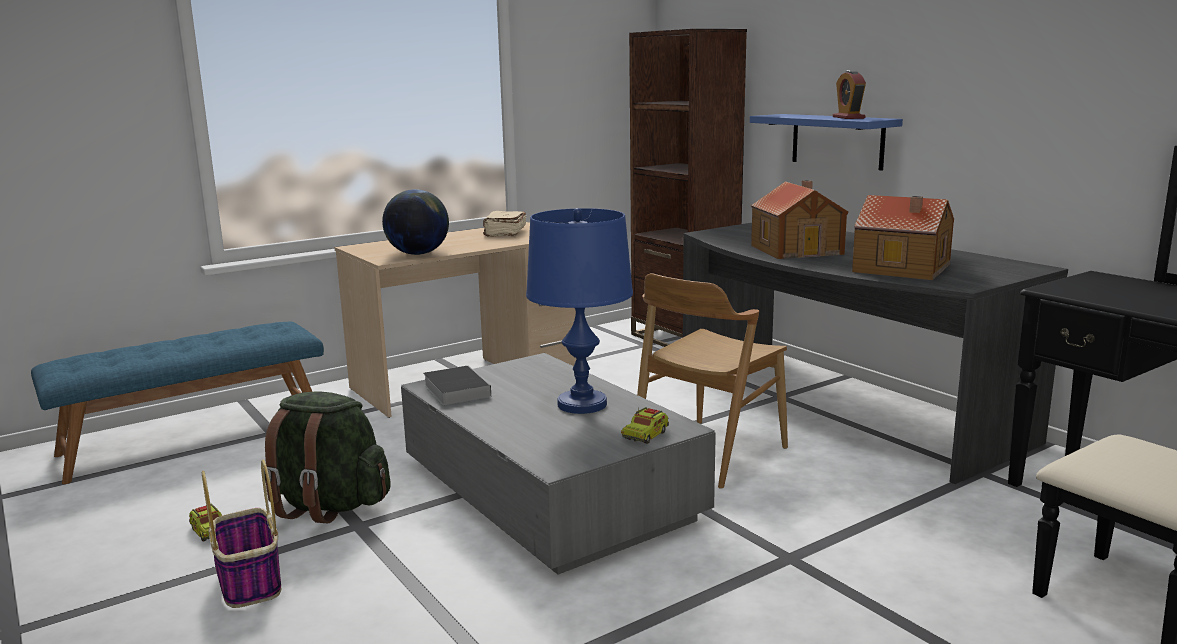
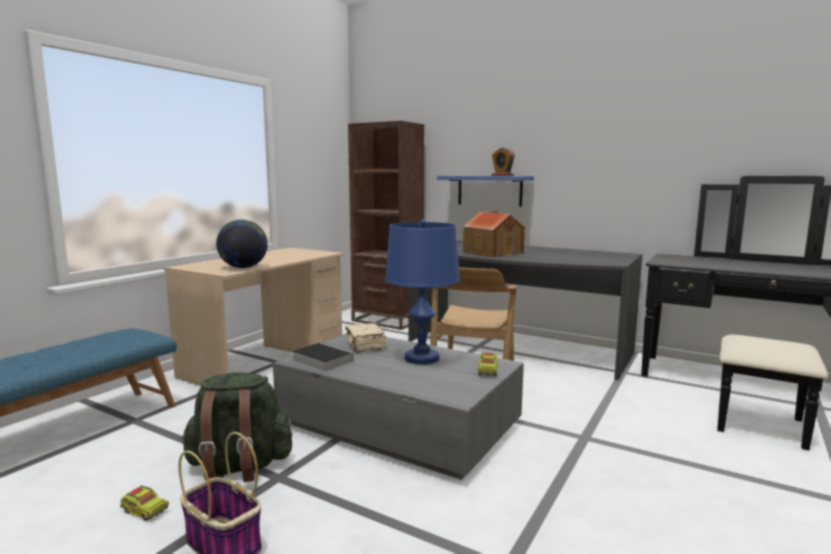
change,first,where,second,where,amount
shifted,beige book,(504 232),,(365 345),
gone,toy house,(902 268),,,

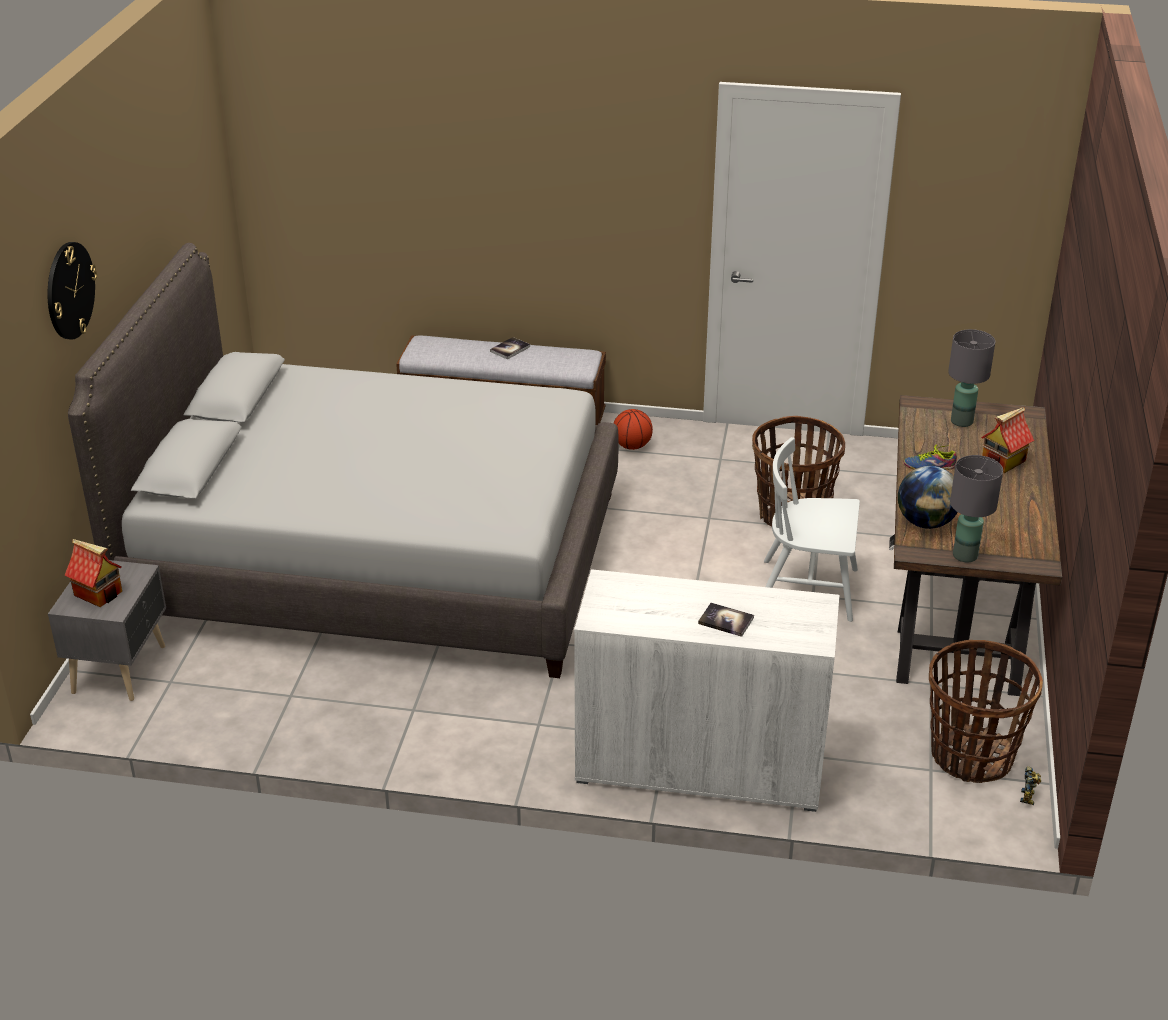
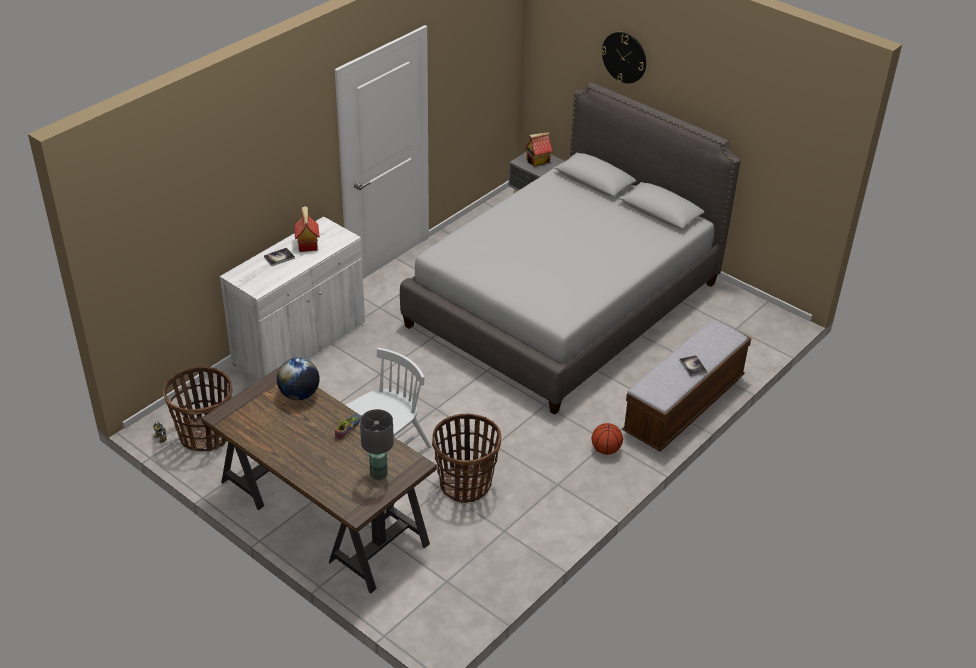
change,first,where,second,where,amount
shifted,toy house,(1003 461),,(307 244),
gone,grey table lamp,(965 555),,,

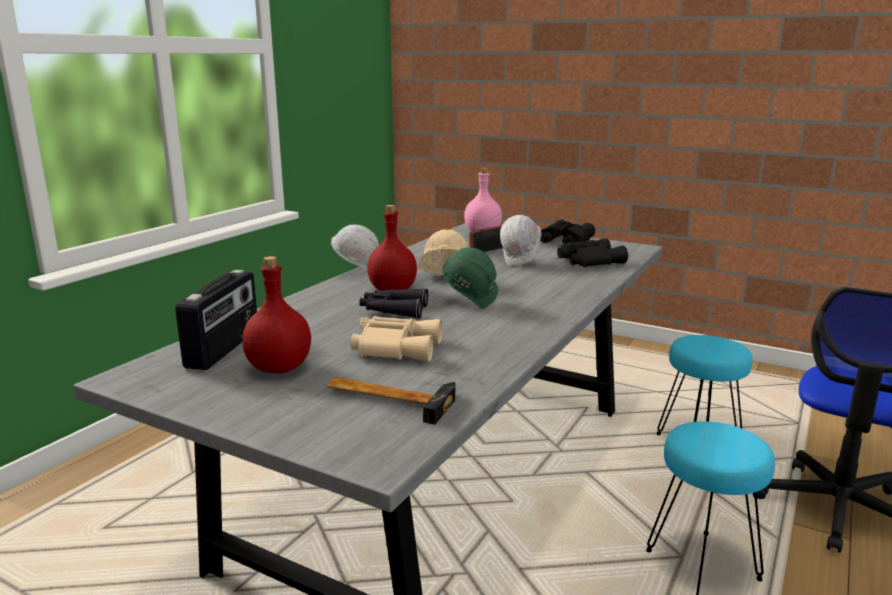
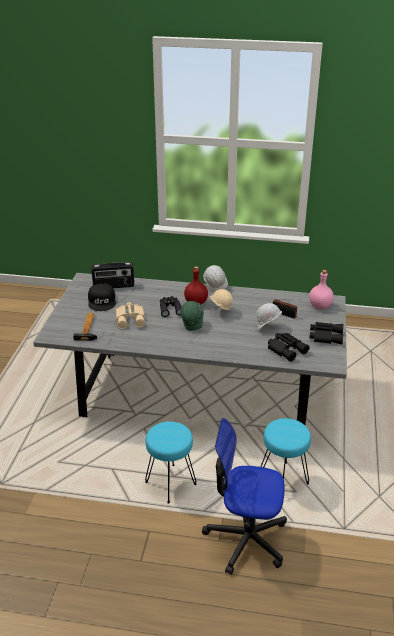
change,first,where,second,where,amount
swapped,red bottle,(278 368),black cap,(102 301),

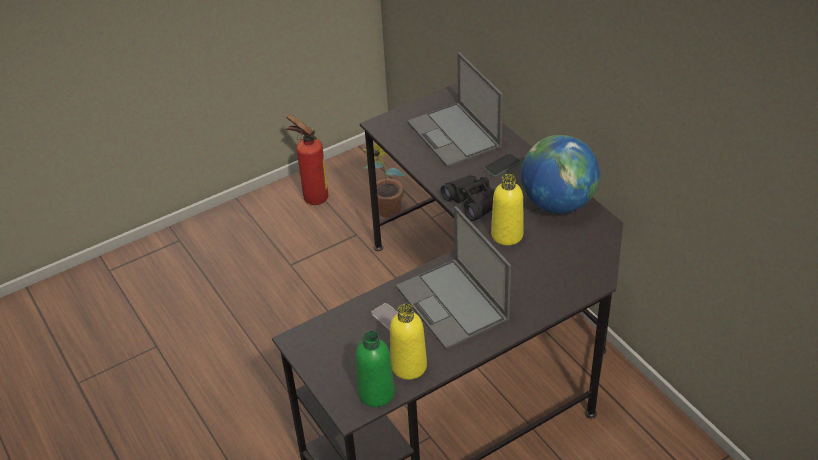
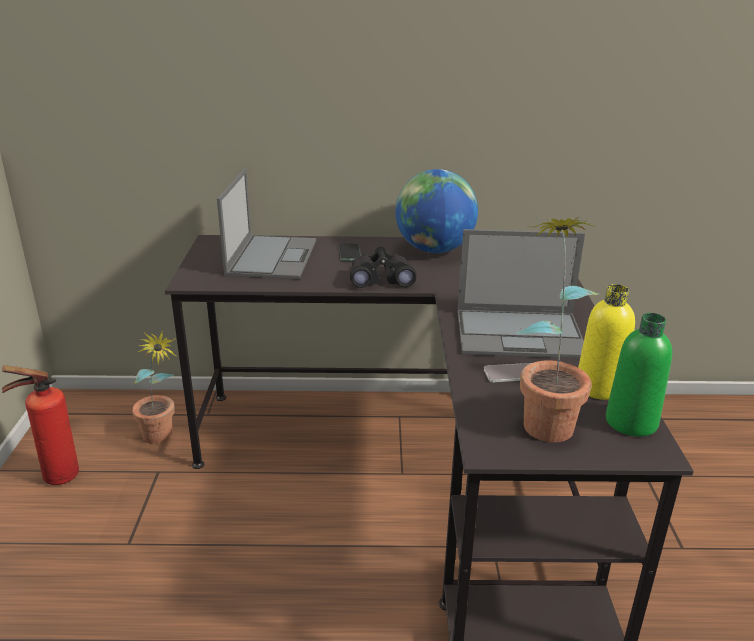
change,first,where,second,where,amount
rotated,laptop,(455 135),,(272 257),90 degrees counterclockwise
new,,,potted plant,(545 417),
gone,yellow bottle,(507 235),,,

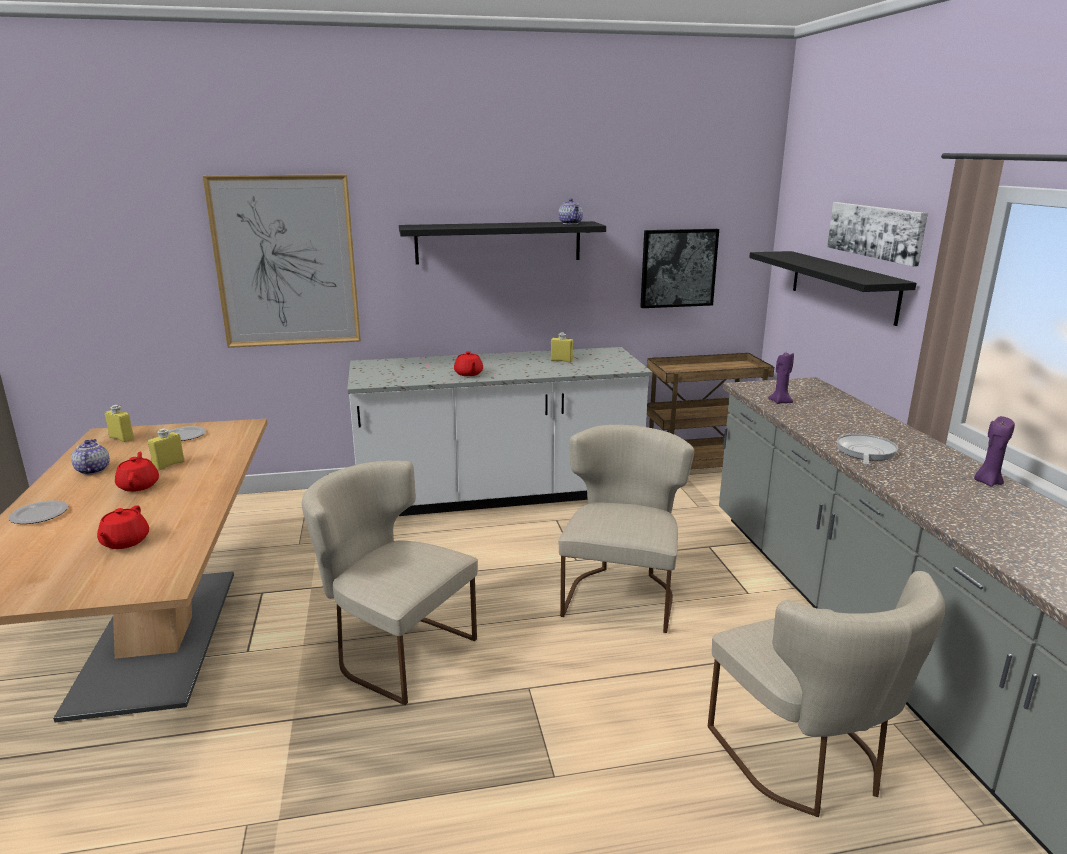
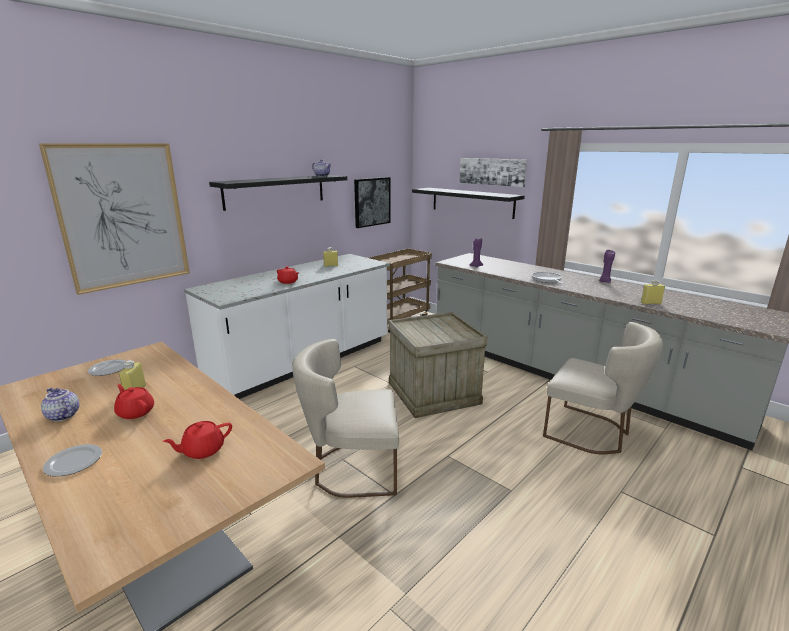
change,first,where,second,where,amount
rotated,red teapot,(124 542),,(202 450),90 degrees clockwise
swapped,beige chair,(621 594),crate,(434 392),
shifted,yellow bottle,(121 438),,(650 303),

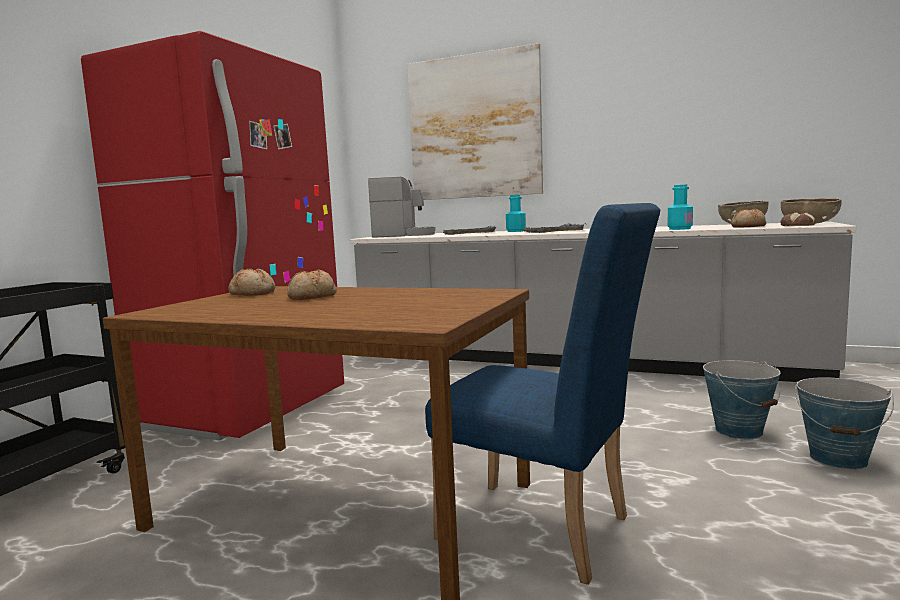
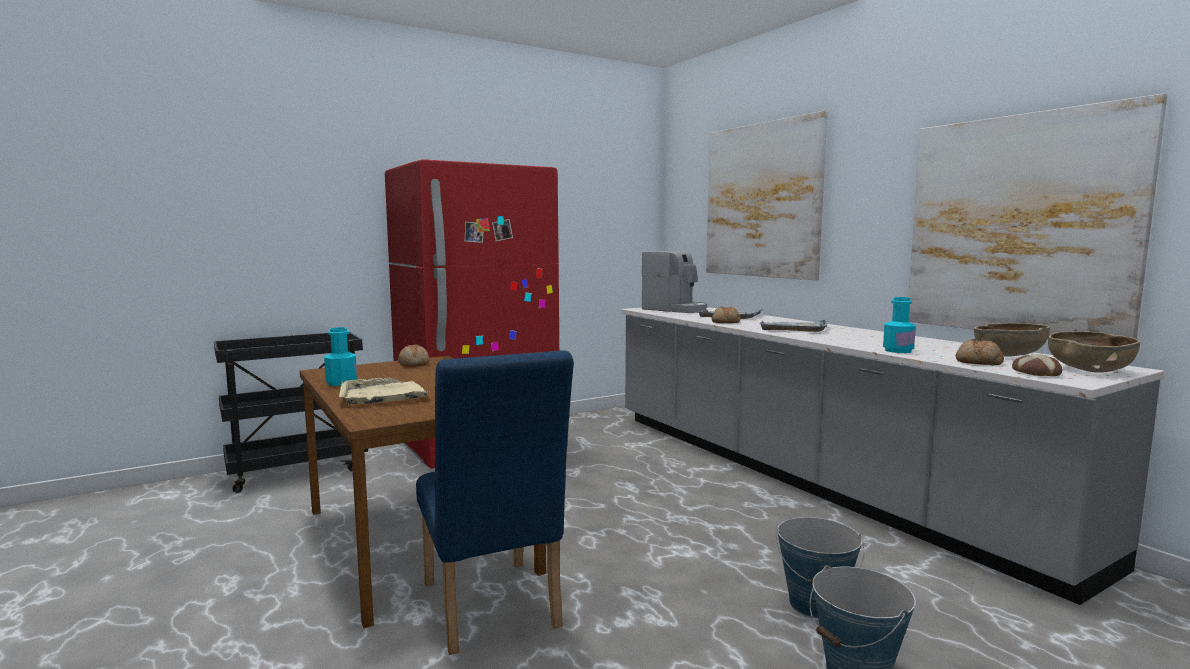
change,first,where,second,where,amount
shifted,turquoise bottle,(516 231),,(341 383),
new,,,beige tray,(383 395),
shifted,bread,(312 297),,(725 322),
new,,,picture,(1018 226),

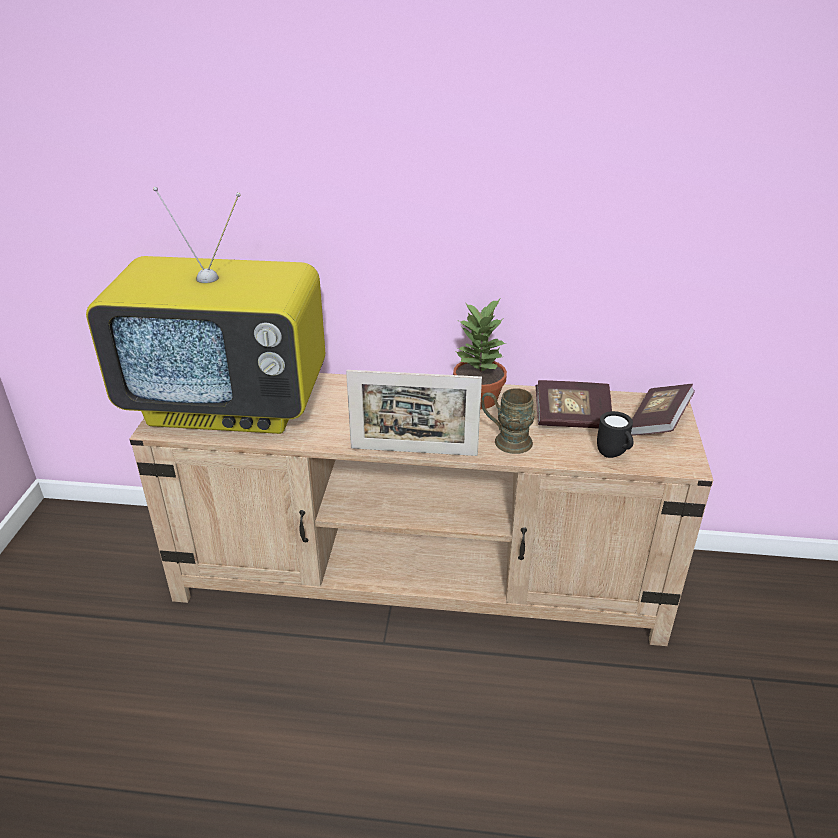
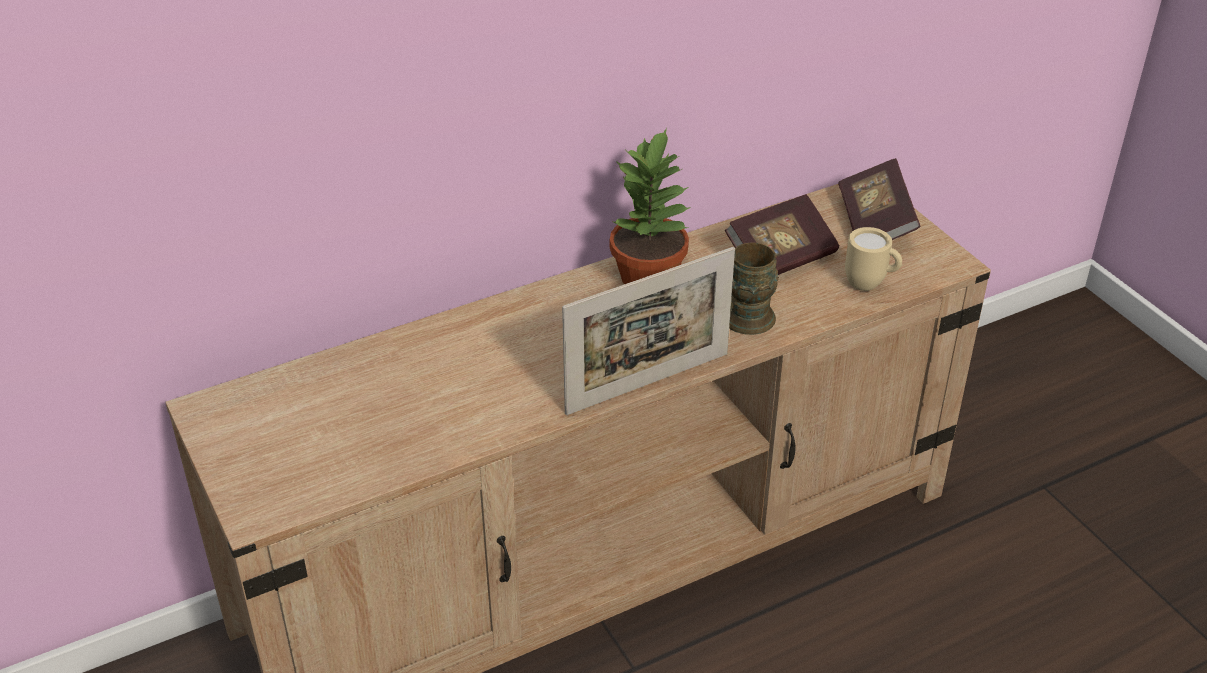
change,first,where,second,where,amount
repainted,black mug,(614 455),beige mug,(870 284),
gone,television,(230 405),,,

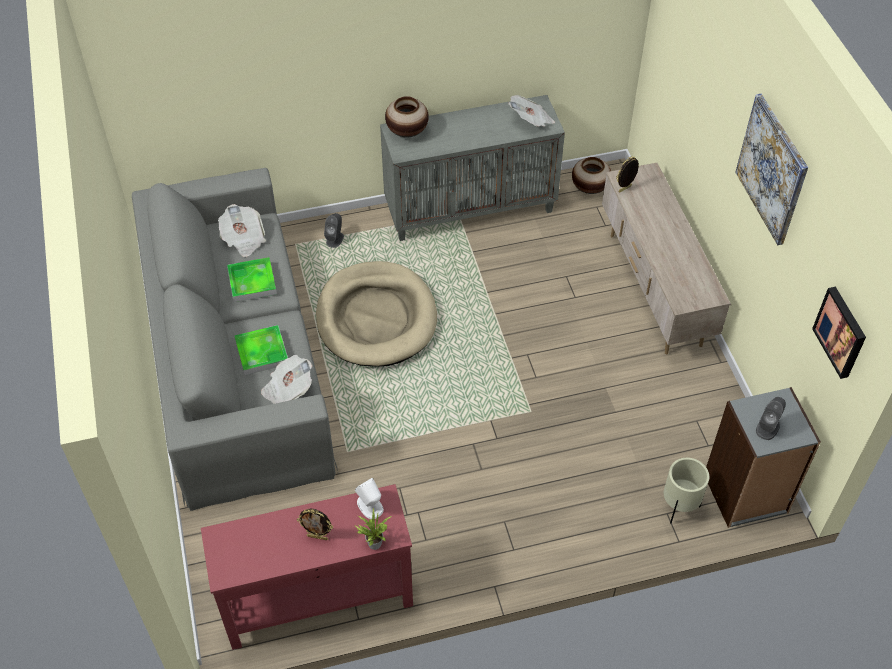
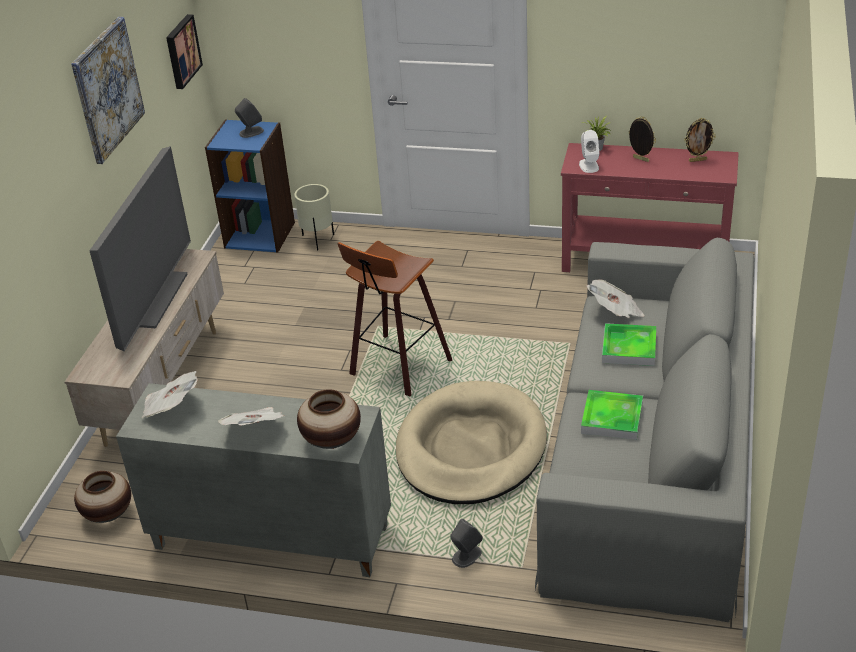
change,first,where,second,where,amount
new,,,television,(151 298),
repainted,grey bookcase,(745 494),blue bookcase,(260 234),
shifted,newspaper,(243 239),,(255 429),
new,,,stool,(397 368),
shifted,picture frame,(625 189),,(697 160),

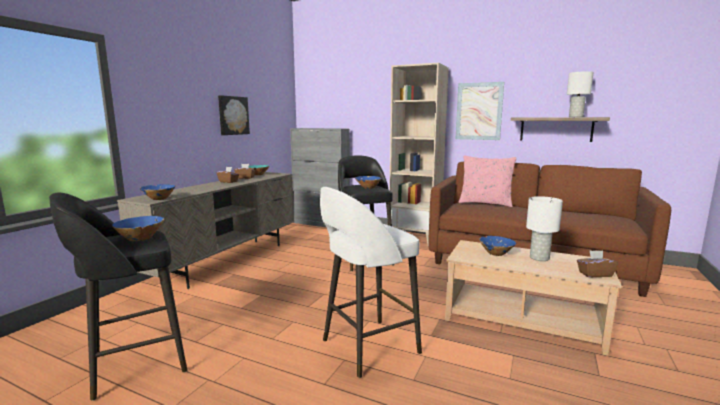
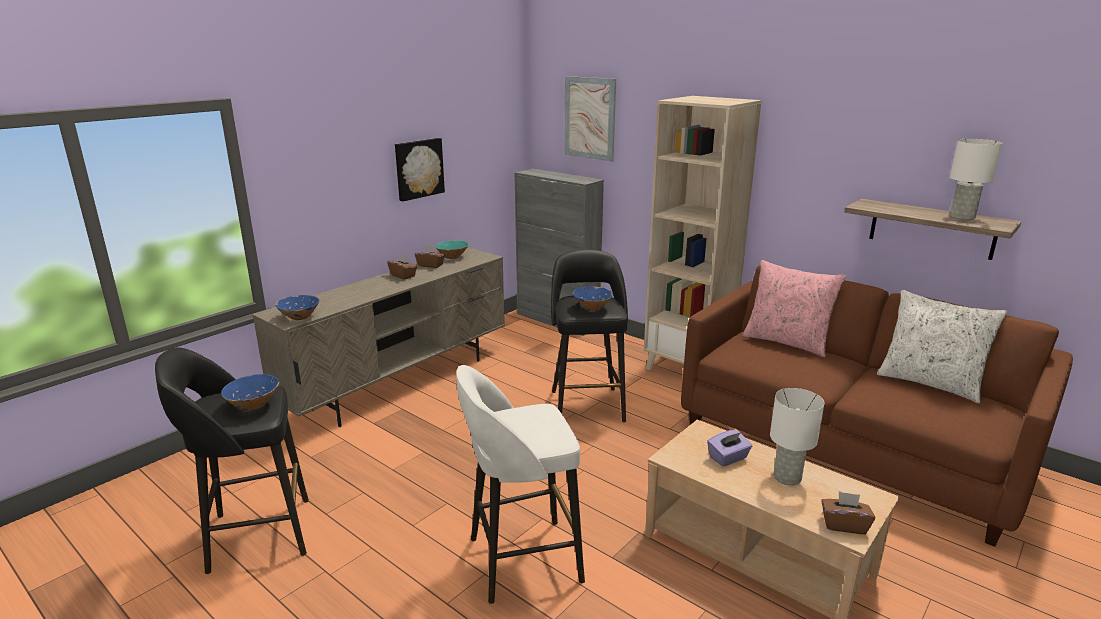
change,first,where,second,where,amount
shifted,picture,(479 111),,(589 118),
swapped,blue bowl,(496 253),purple tissue box,(728 458),
new,,,white pillow,(929 383),

